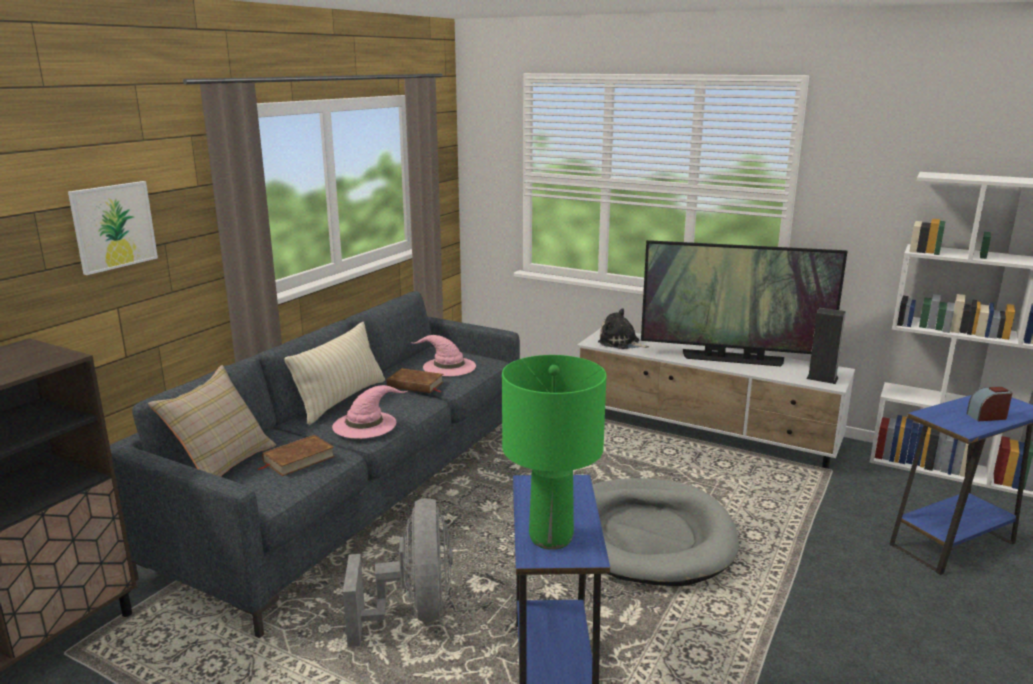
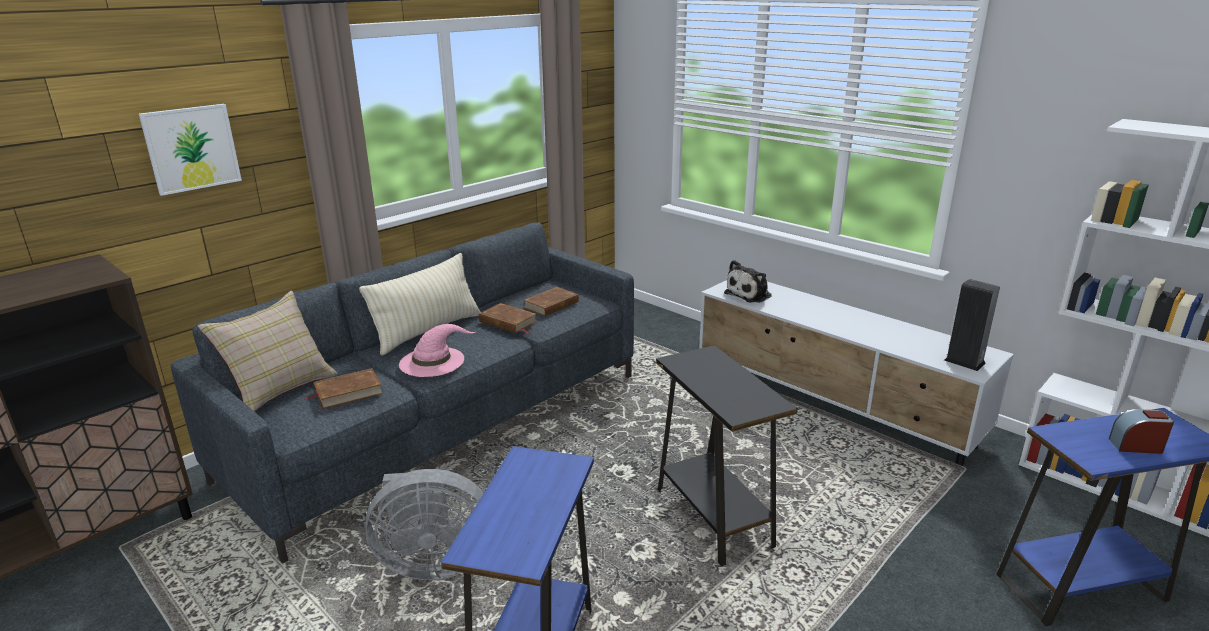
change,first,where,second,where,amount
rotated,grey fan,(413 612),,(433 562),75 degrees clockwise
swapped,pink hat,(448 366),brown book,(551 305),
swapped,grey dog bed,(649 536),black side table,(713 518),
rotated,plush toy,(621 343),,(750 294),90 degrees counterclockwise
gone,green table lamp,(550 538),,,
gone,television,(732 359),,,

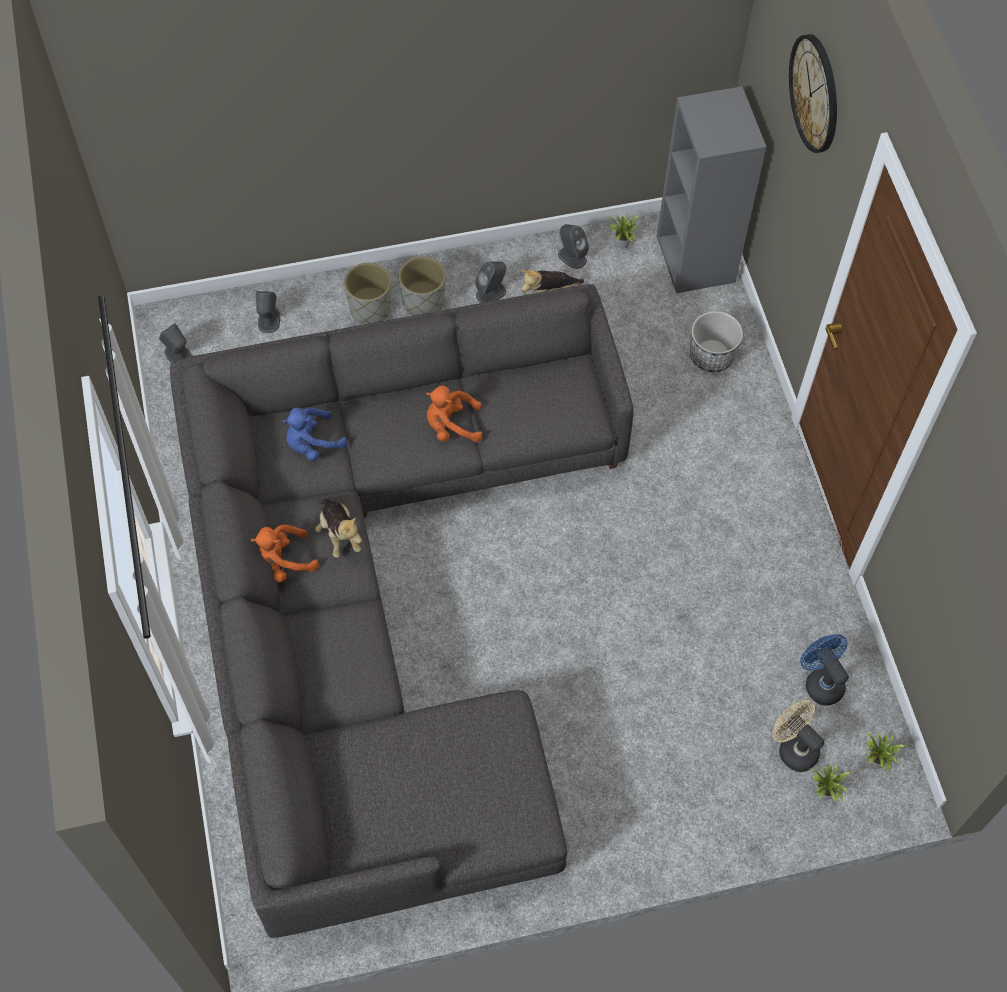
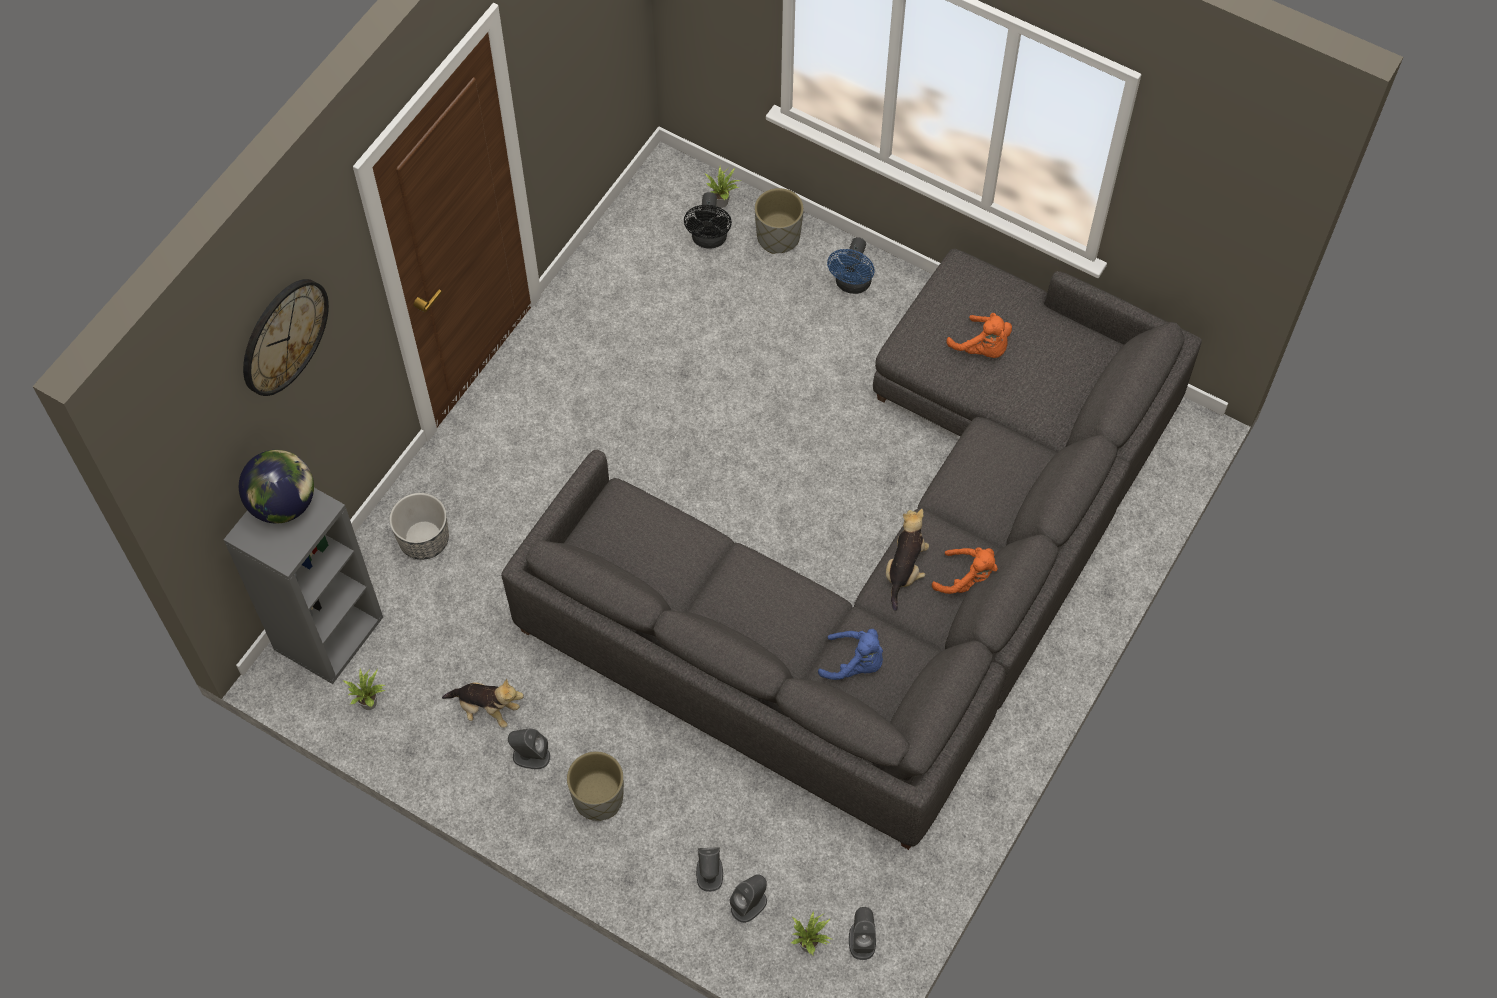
change,first,where,second,where,amount
new,,,globe,(284 504),
repainted,beige fan,(793 748),black fan,(709 240),
shifted,grey speaker,(572 257),,(709 873),
shifted,grey planter,(370 310),,(778 237),
shifted,potted plant,(875 763),,(810 943),
shifted,blue fan,(820 681),,(852 285),
shifted,orange plush toy,(451 426),,(982 348),

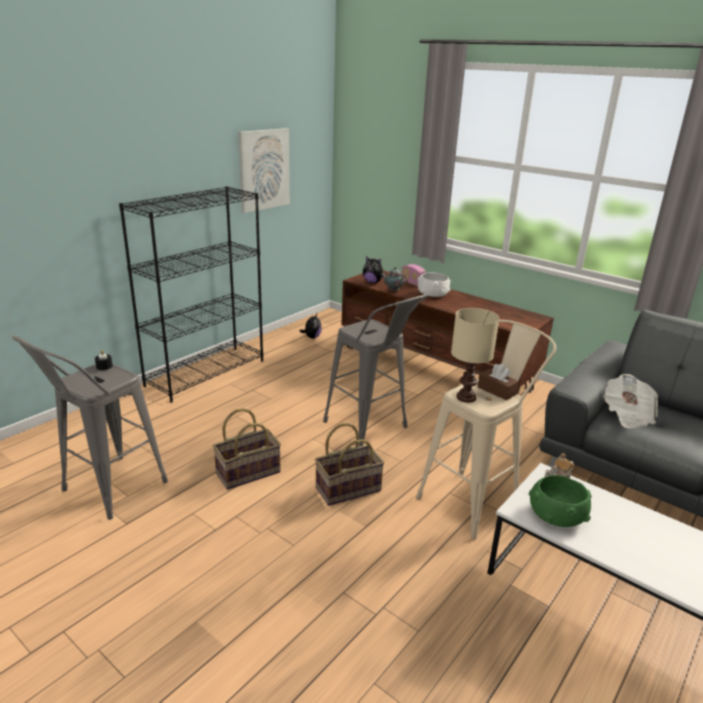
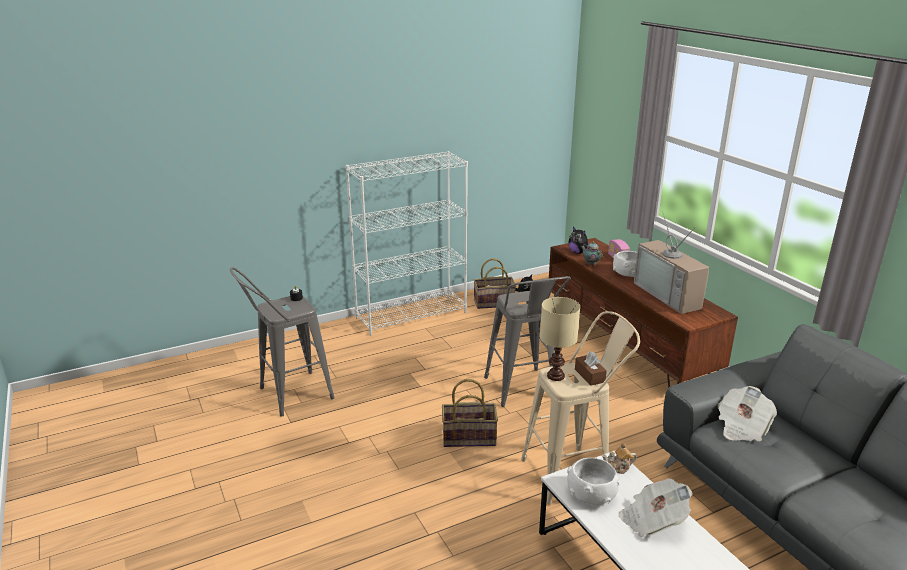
change,first,where,second,where,amount
repainted,black bookcase,(206 372),white bookcase,(412 315),
shifted,basket,(248 472),,(494 302),
repainted,green bowl,(556 515),white bowl,(591 493),
new,,,newspaper,(652 520),
new,,,television,(671 295),
gone,picture,(263 169),,,

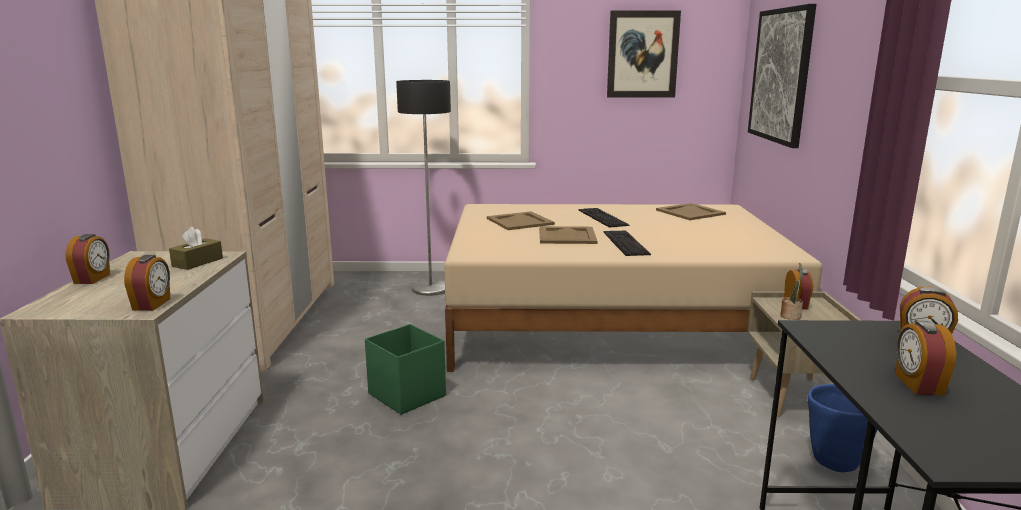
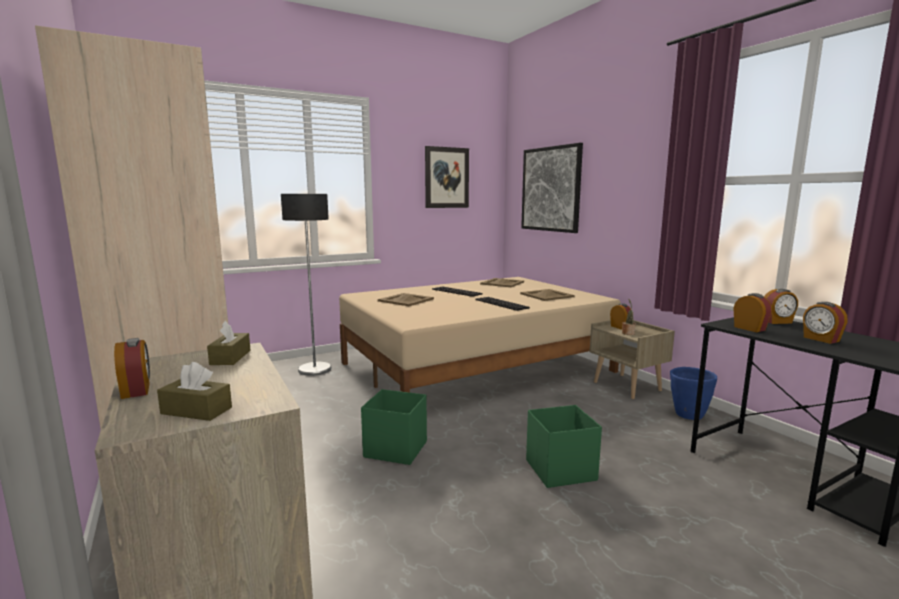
change,first,where,second,where,amount
new,,,brown tissue box,(196 410),
shifted,beige tray,(567 236),,(546 295),
new,,,green storage box,(559 470),
shifted,alarm clock,(152 304),,(750 328),

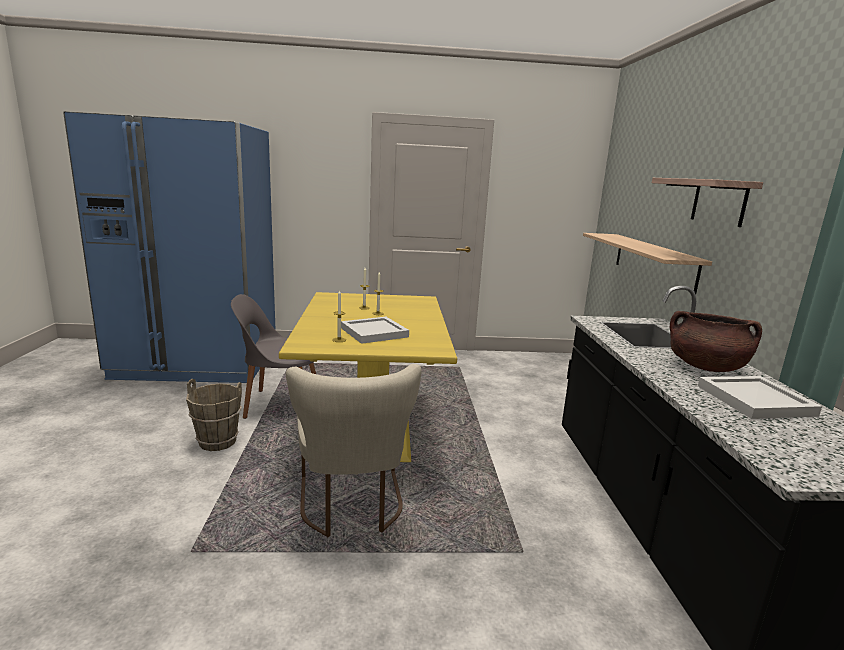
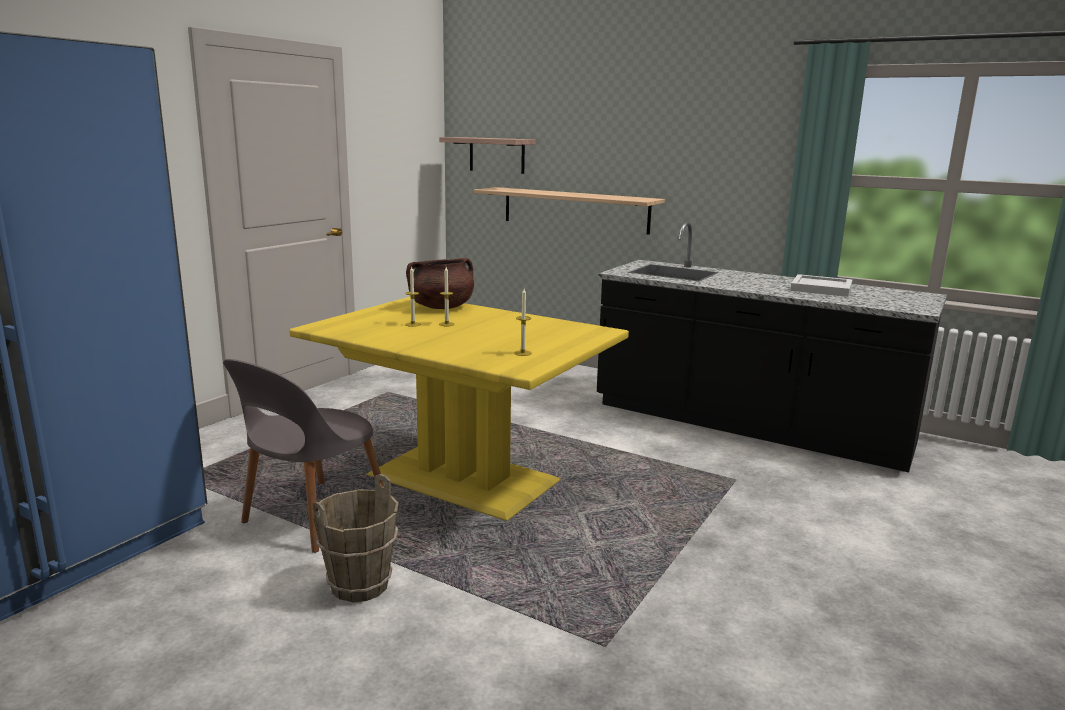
change,first,where,second,where,amount
shifted,brown cooking pot,(705 367),,(441 307),
shifted,shelf,(719 202),,(496 155),
gone,beige chair,(352 506),,,
gone,white tray,(373 332),,,

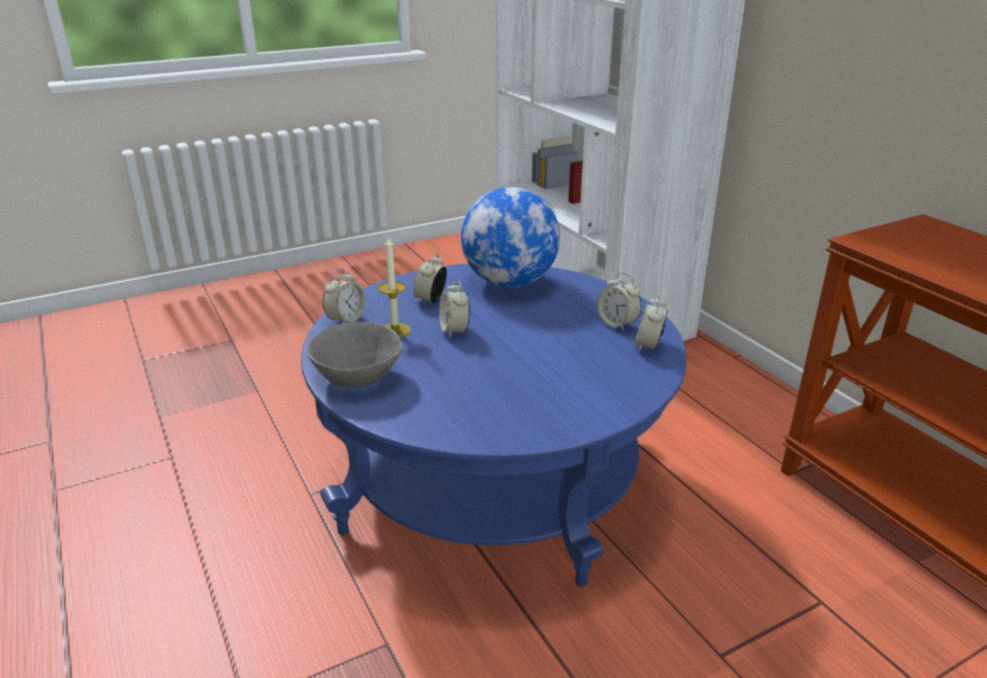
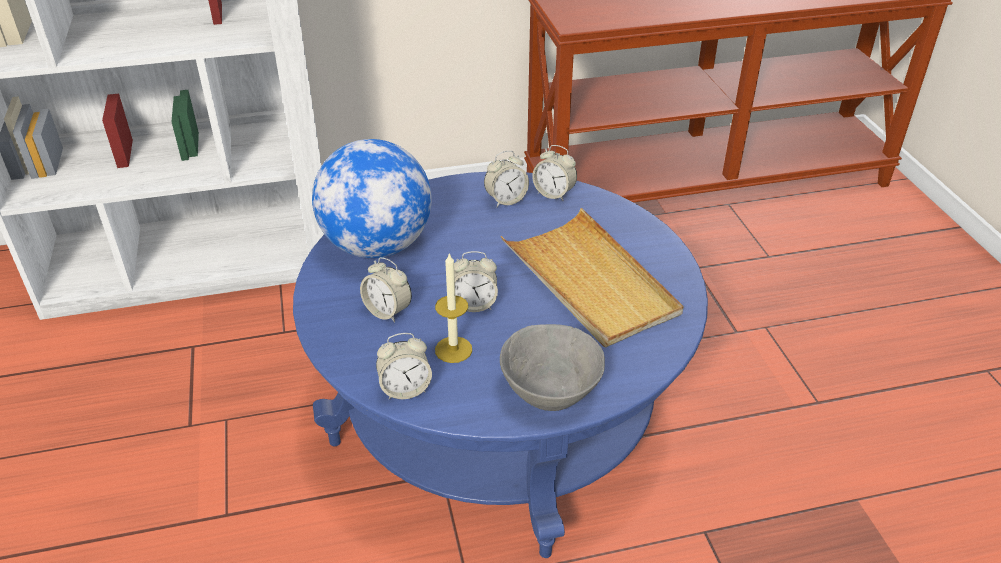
change,first,where,second,where,amount
rotated,alarm clock,(346 320),,(405 389),120 degrees clockwise
new,,,beige tray,(590 281),

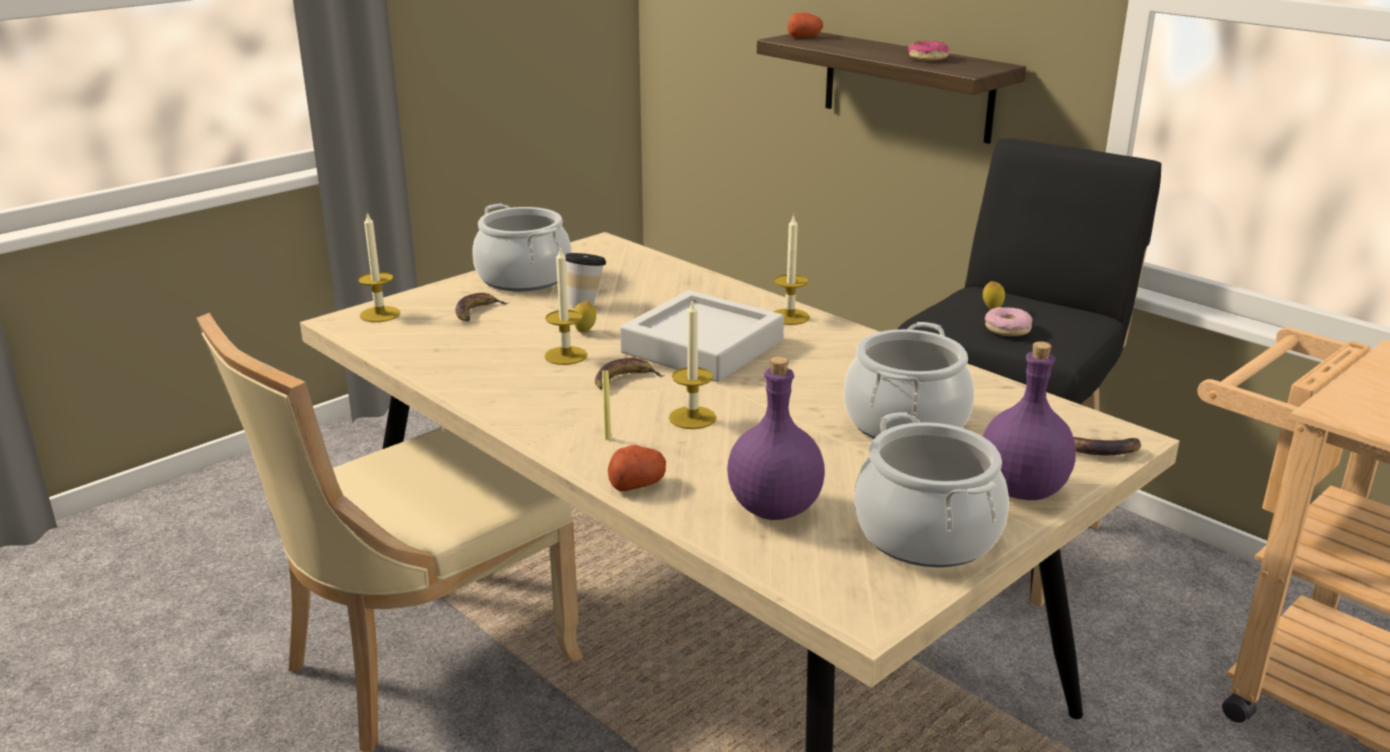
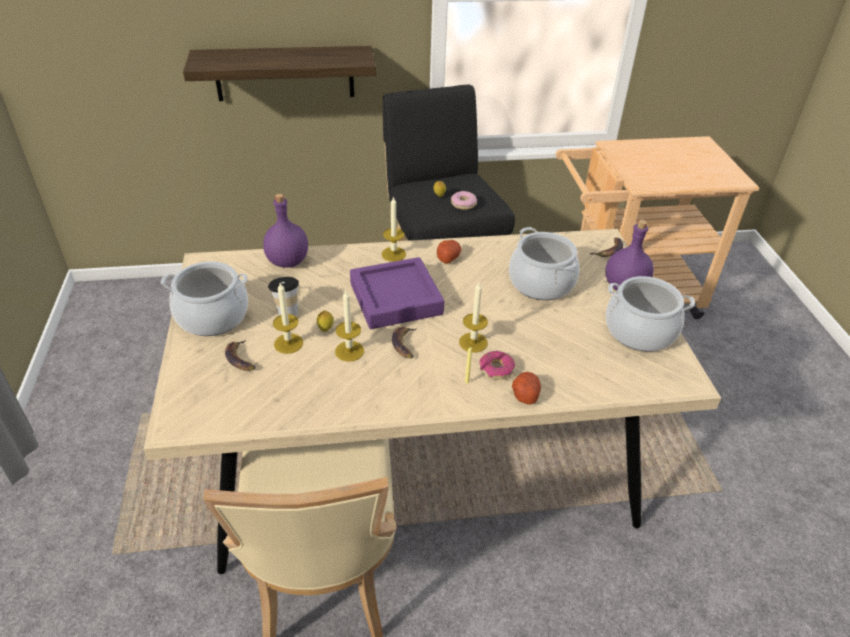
change,first,where,second,where,amount
shifted,purple bottle,(774 507),,(287 261),
shifted,candle,(380 314),,(288 343),
repainted,grey tray,(702 347),purple tray,(396 299),
shifted,potato,(804 37),,(448 257),
shifted,donut,(927 58),,(496 370),

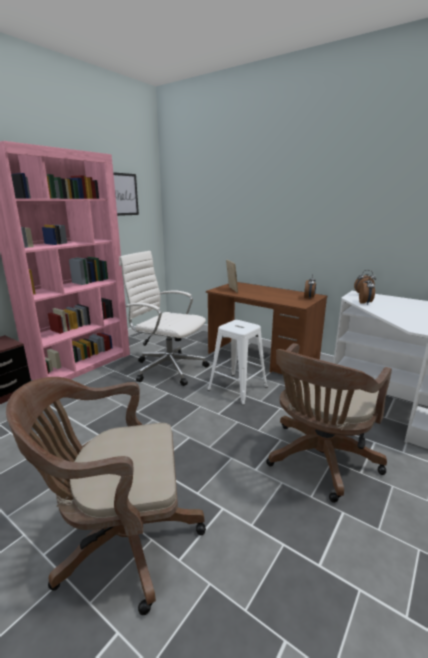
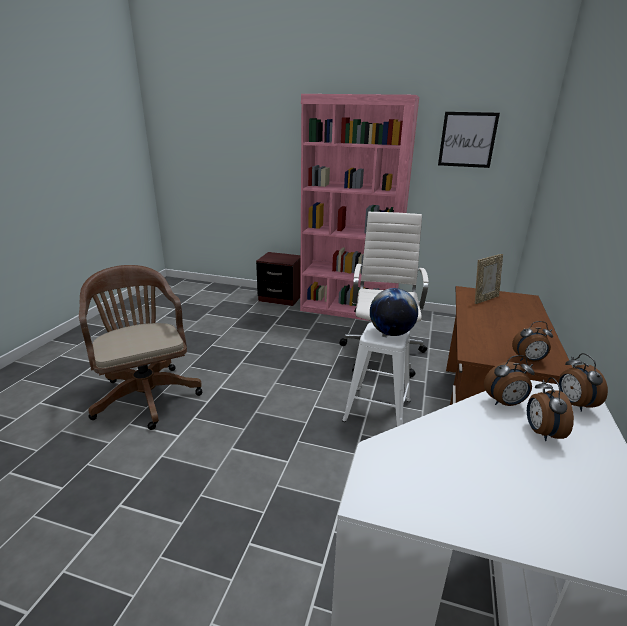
change,first,where,second,where,amount
new,,,globe,(391 333),
new,,,alarm clock,(541 432),
gone,brown office chair,(319 461),,,

